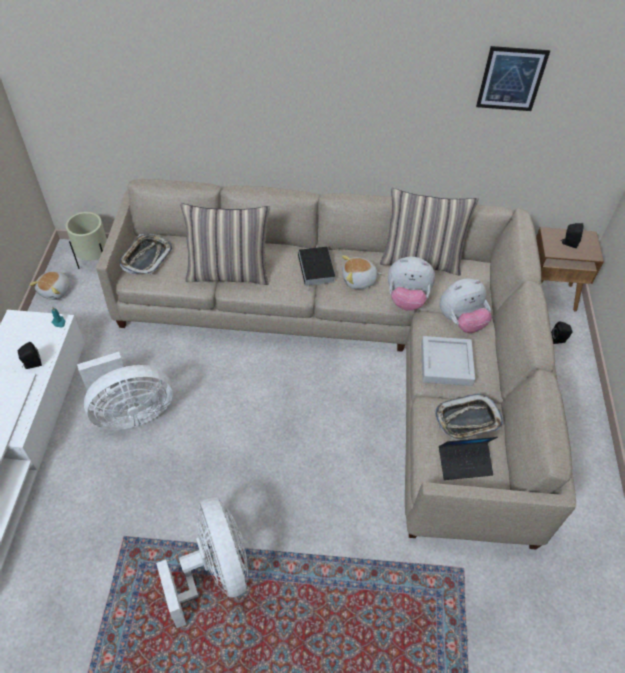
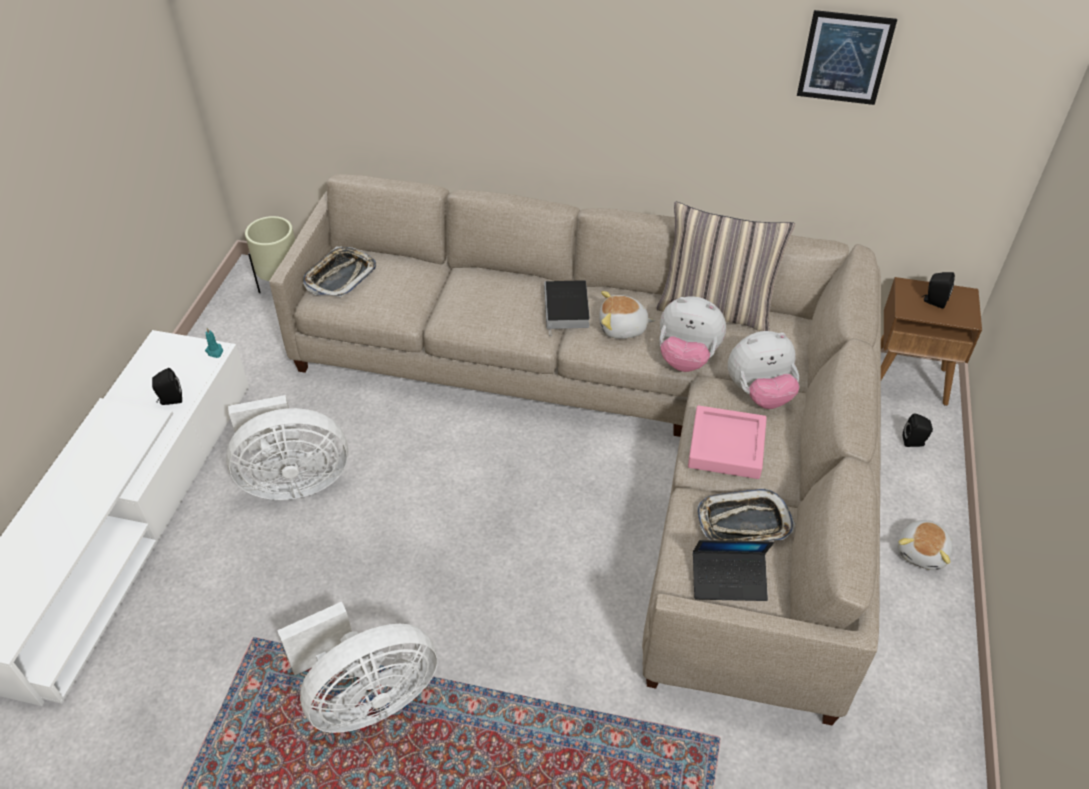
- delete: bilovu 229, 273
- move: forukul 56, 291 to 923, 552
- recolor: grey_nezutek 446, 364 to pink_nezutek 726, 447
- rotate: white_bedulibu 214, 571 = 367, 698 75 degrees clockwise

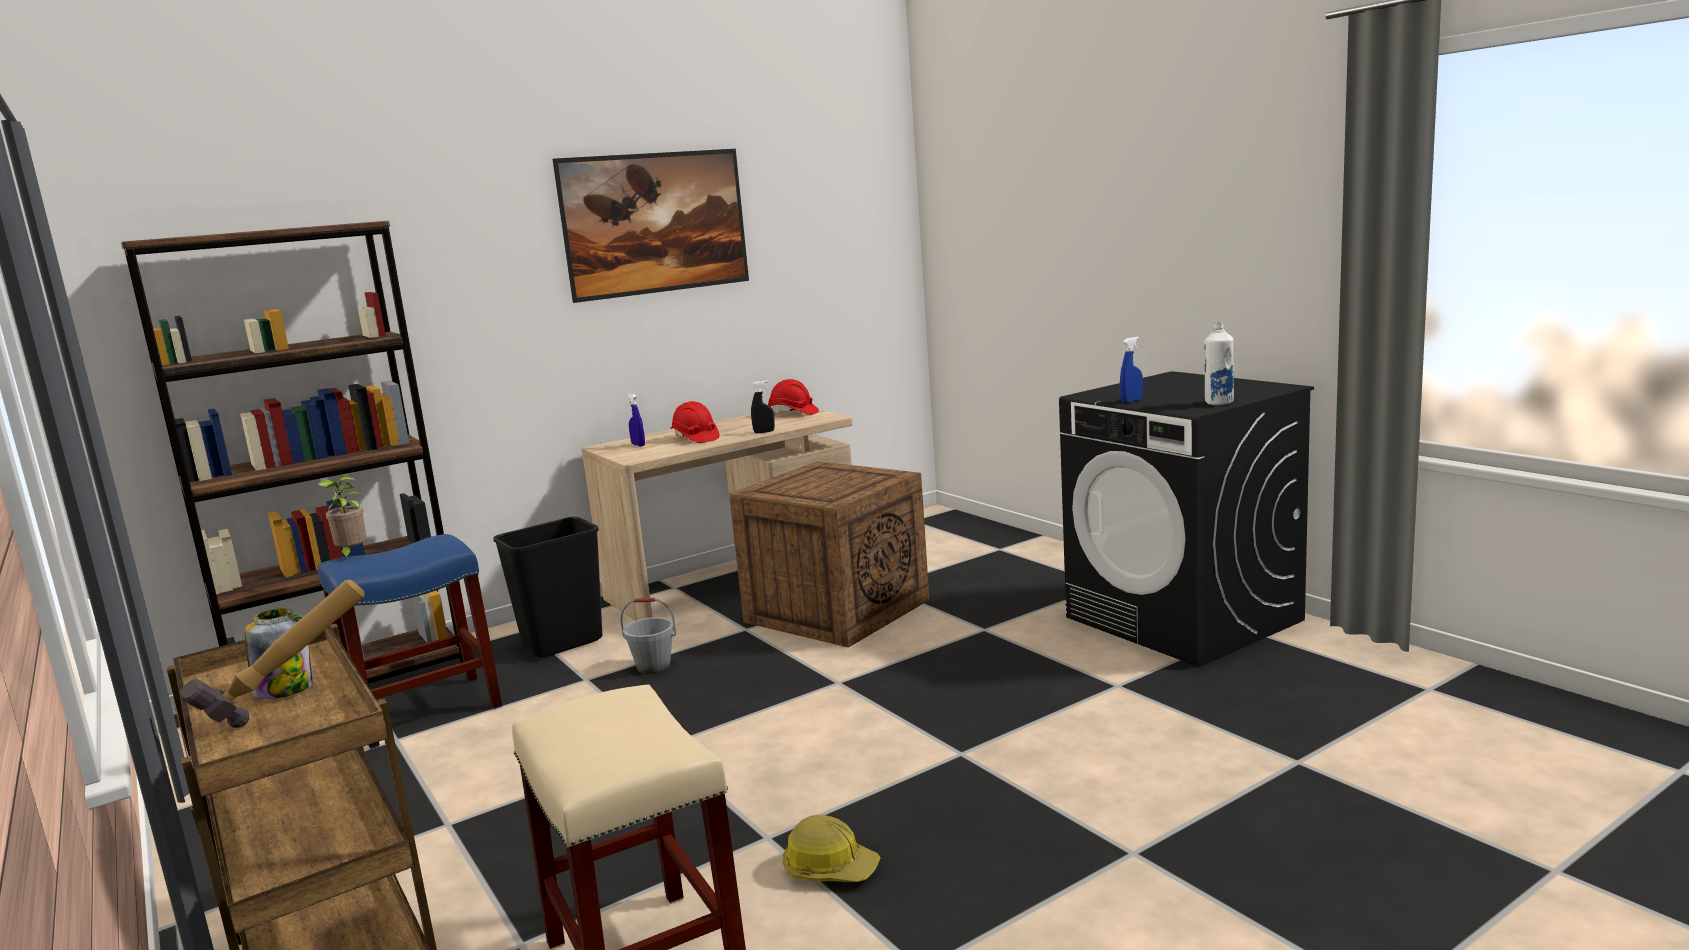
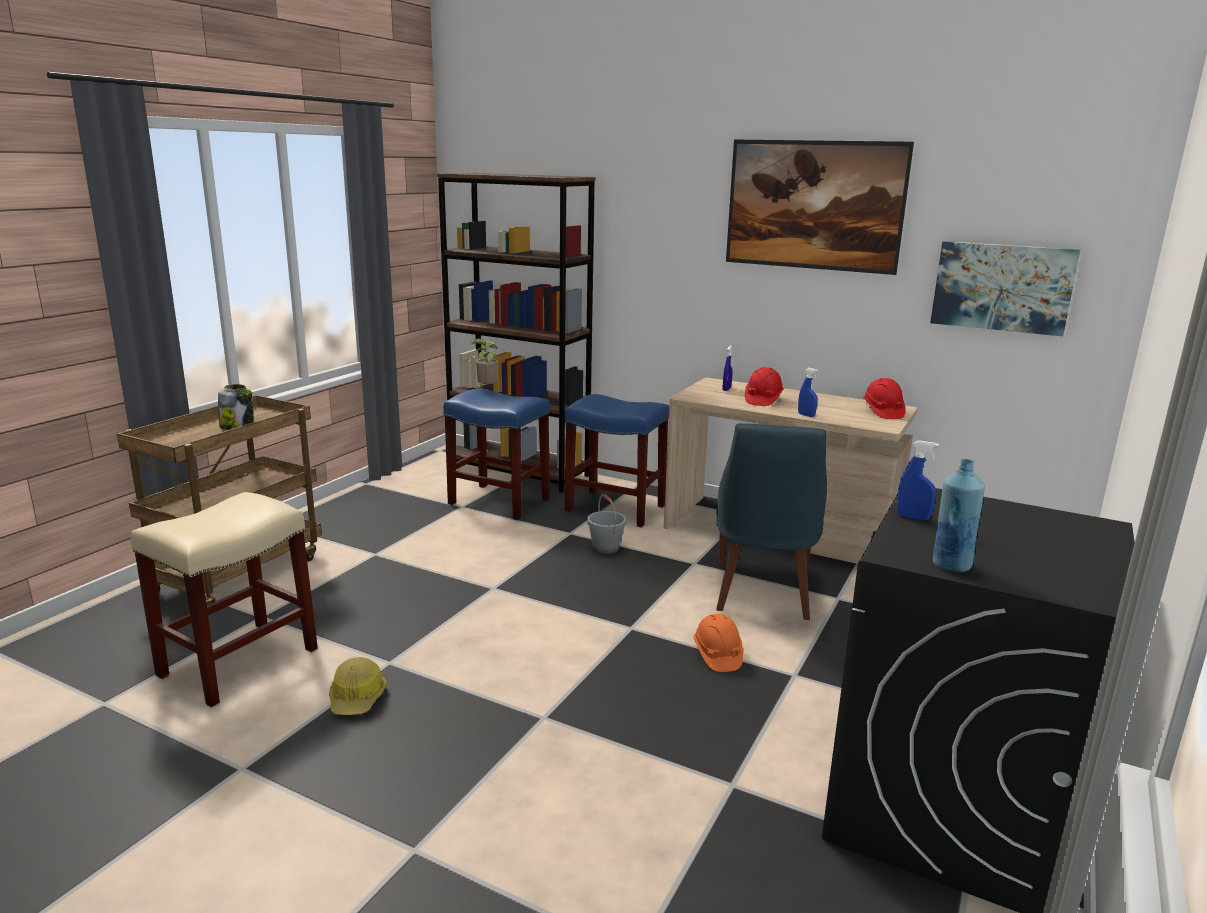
- recolor: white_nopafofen 1218, 403 to blue_nopafofen 950, 565
- recolor: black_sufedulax 764, 432 to blue_sufedulax 806, 415
- replace: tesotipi 837, 612 to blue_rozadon 762, 592
- replace: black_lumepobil 563, 643 to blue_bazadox 616, 508
- delete: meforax 293, 720
- insert: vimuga 1002, 287
- insert: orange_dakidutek 717, 655

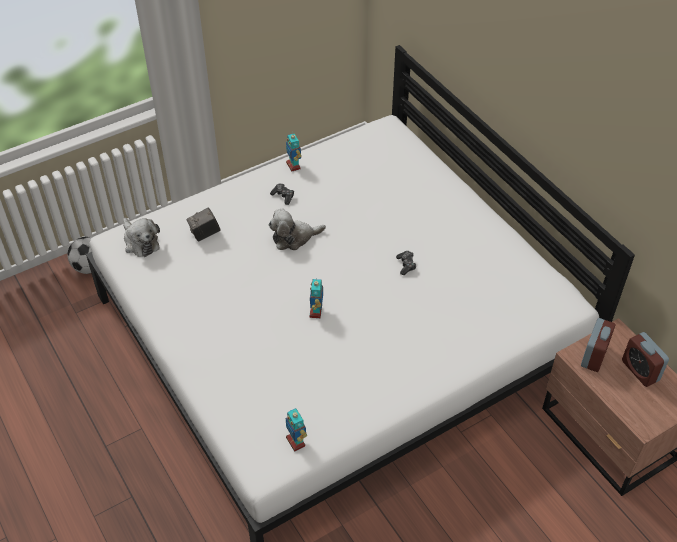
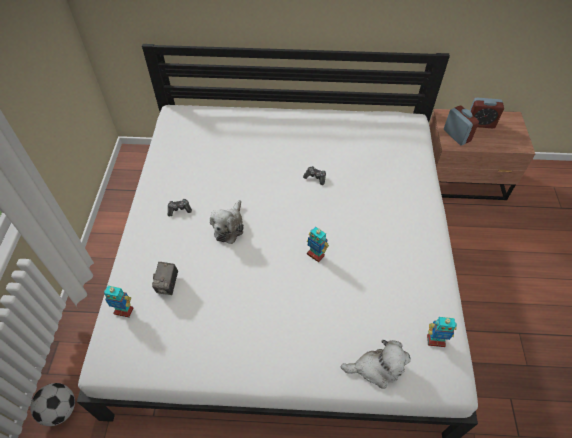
- move: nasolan 293, 165 to 124, 310
- move: forukul 140, 242 to 376, 368

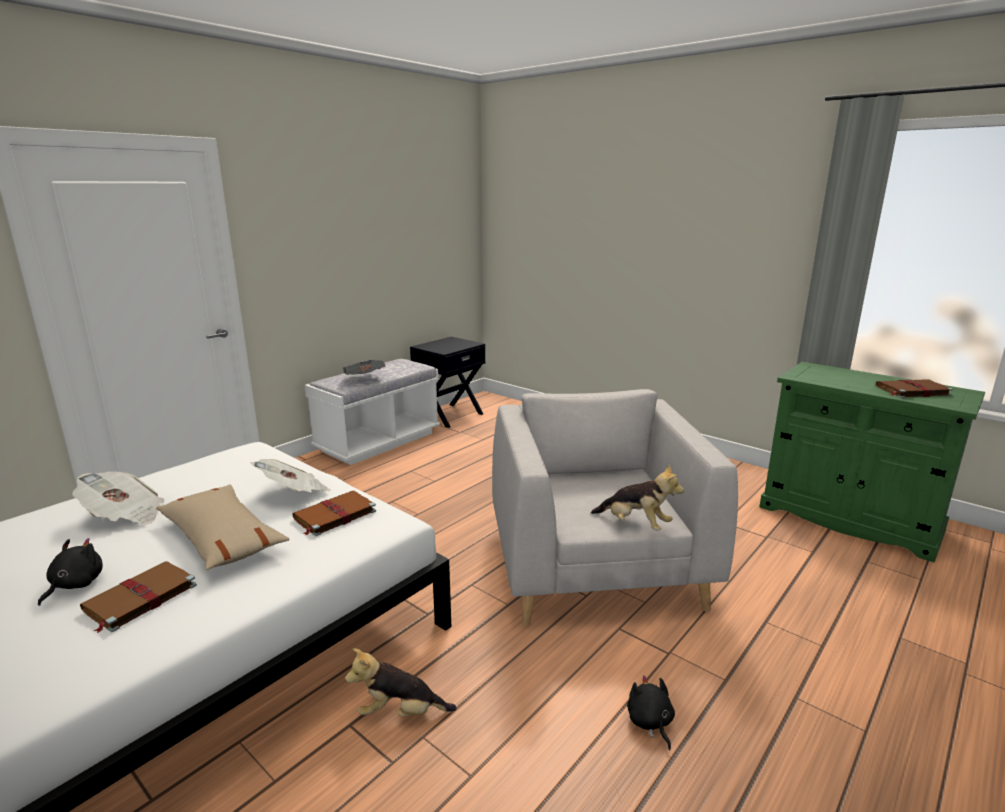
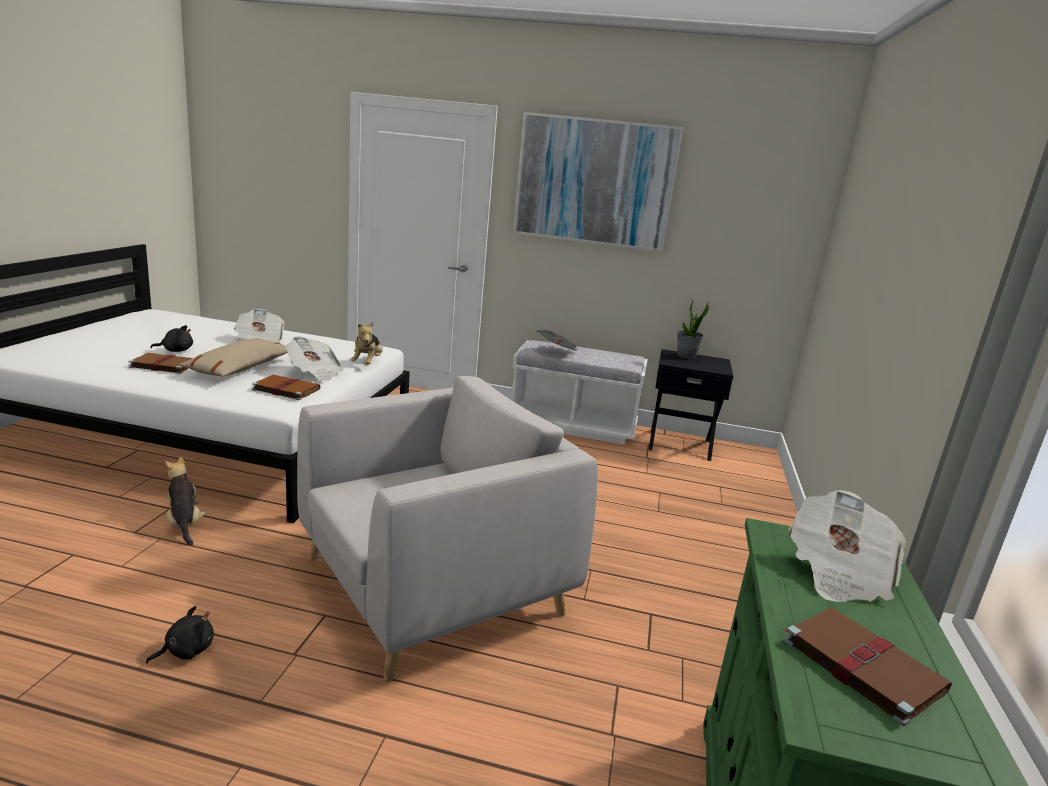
- move: forukul 635, 524 to 367, 363
- insert: vimuga 595, 182
- insert: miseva 686, 356
- insert: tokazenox 838, 573

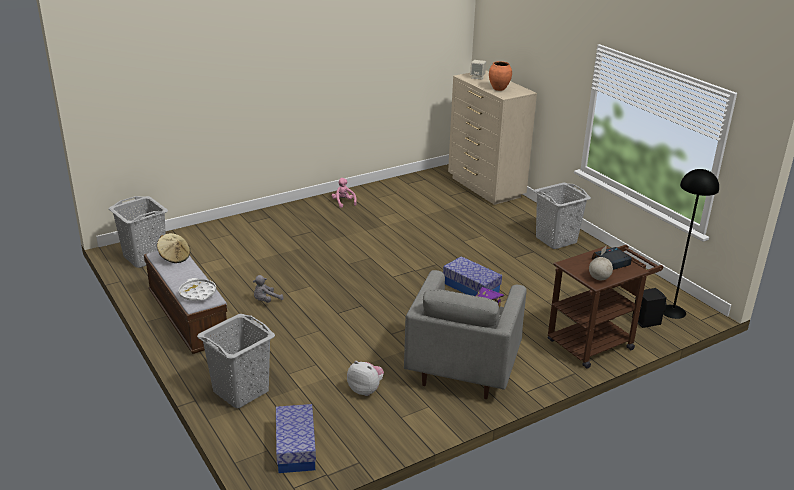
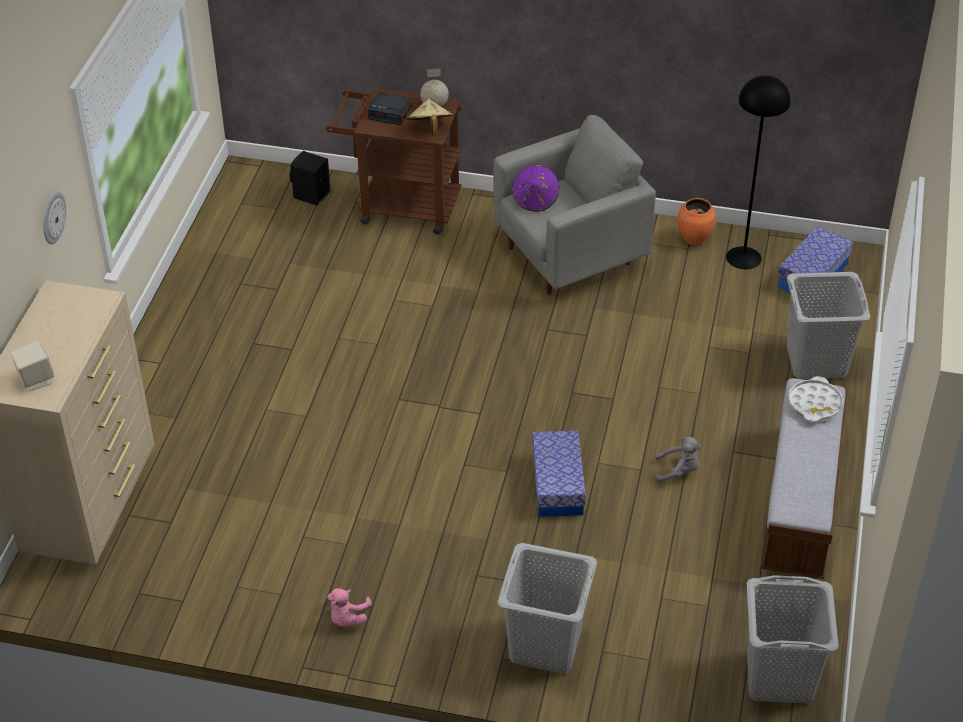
- move: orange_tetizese 499, 89 to 694, 239
- move: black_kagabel 673, 311 to 743, 257
- move: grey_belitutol 555, 240 to 545, 646
- move: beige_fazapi 174, 257 to 430, 129
- move: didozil 471, 287 to 557, 485
- delete: forukul 365, 390
- insert: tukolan 52, 217

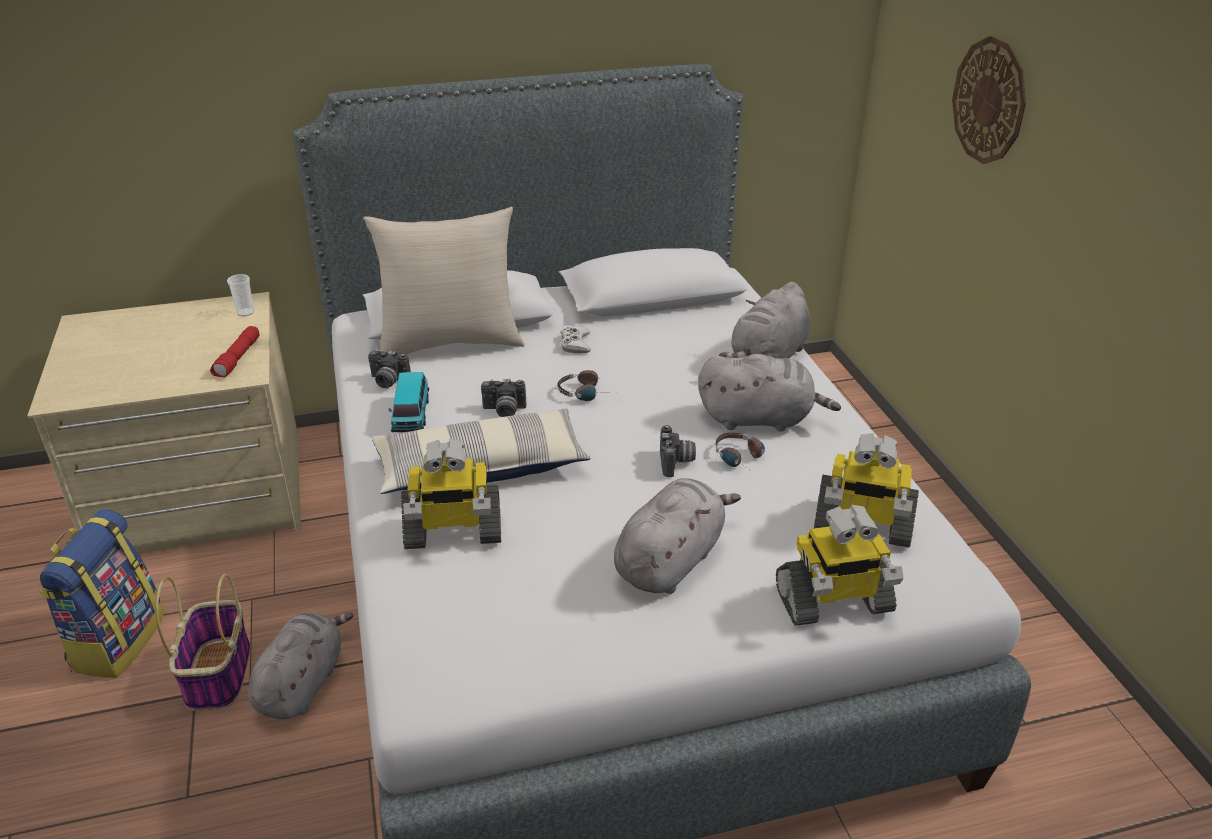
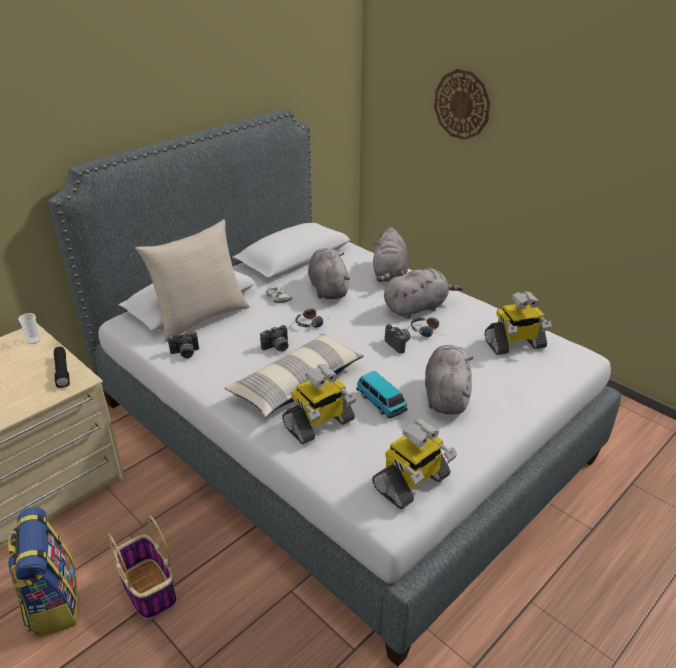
- recolor: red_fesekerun 238, 359 to black_fesekerun 63, 372
- move: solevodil 411, 415 to 381, 403
- move: nasolan 833, 602 to 412, 483
- move: grey_forukul 302, 684 to 328, 288

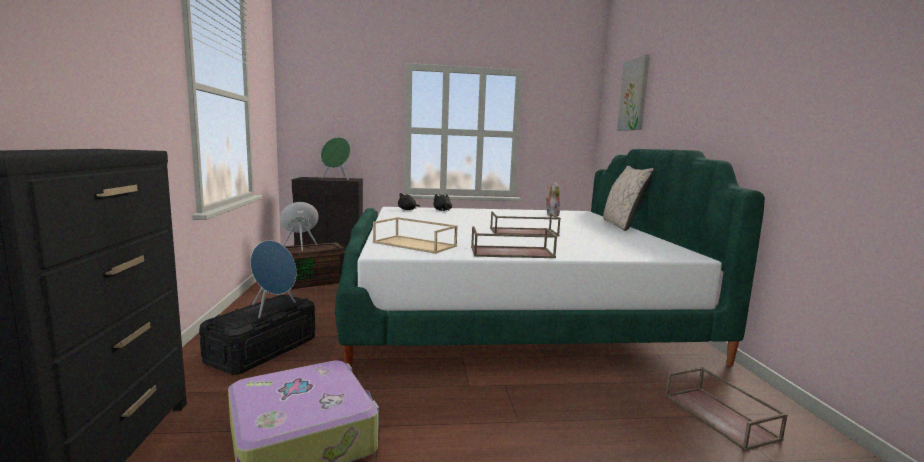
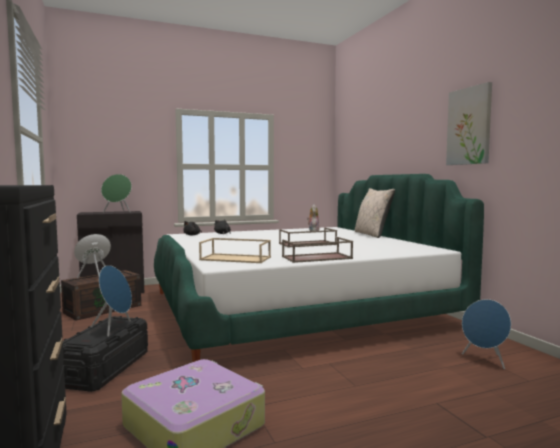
- move: vimuga 634, 95 to 469, 126
- replace: brown_nezutek 721, 417 to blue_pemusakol 485, 360

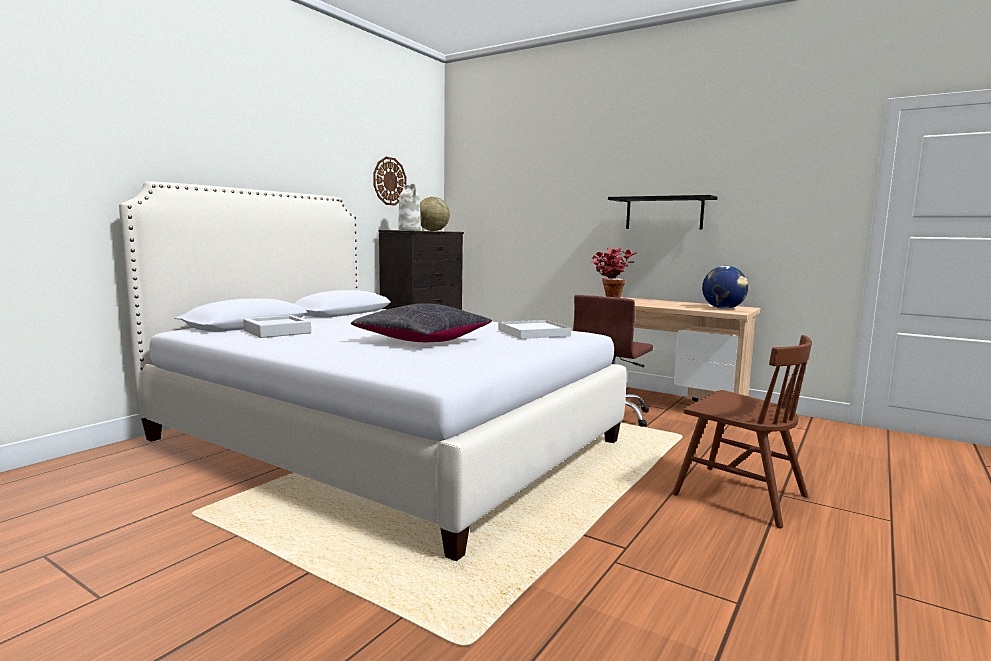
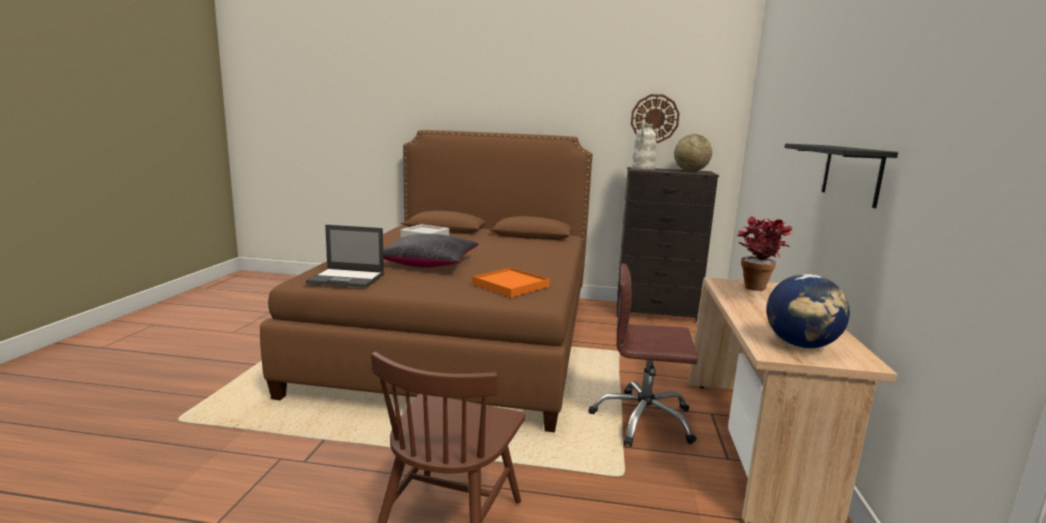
- recolor: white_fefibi 383, 440 to brown_fefibi 460, 338
- recolor: white_nezutek 533, 333 to orange_nezutek 510, 285
- insert: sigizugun 347, 278

